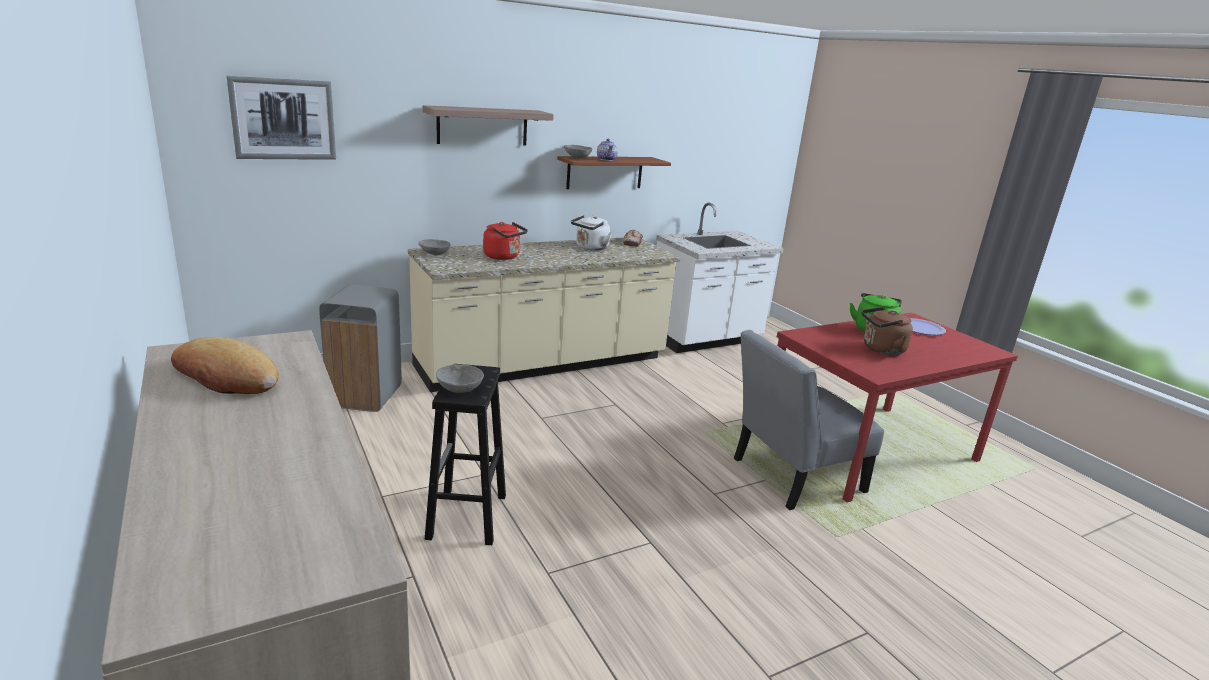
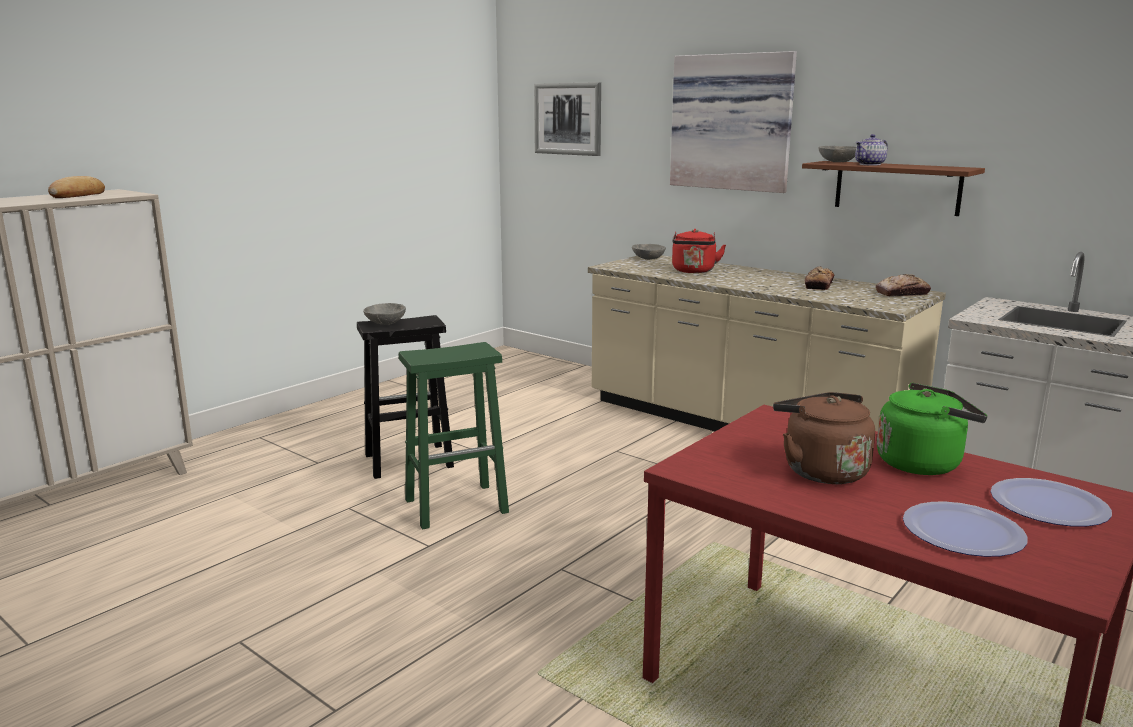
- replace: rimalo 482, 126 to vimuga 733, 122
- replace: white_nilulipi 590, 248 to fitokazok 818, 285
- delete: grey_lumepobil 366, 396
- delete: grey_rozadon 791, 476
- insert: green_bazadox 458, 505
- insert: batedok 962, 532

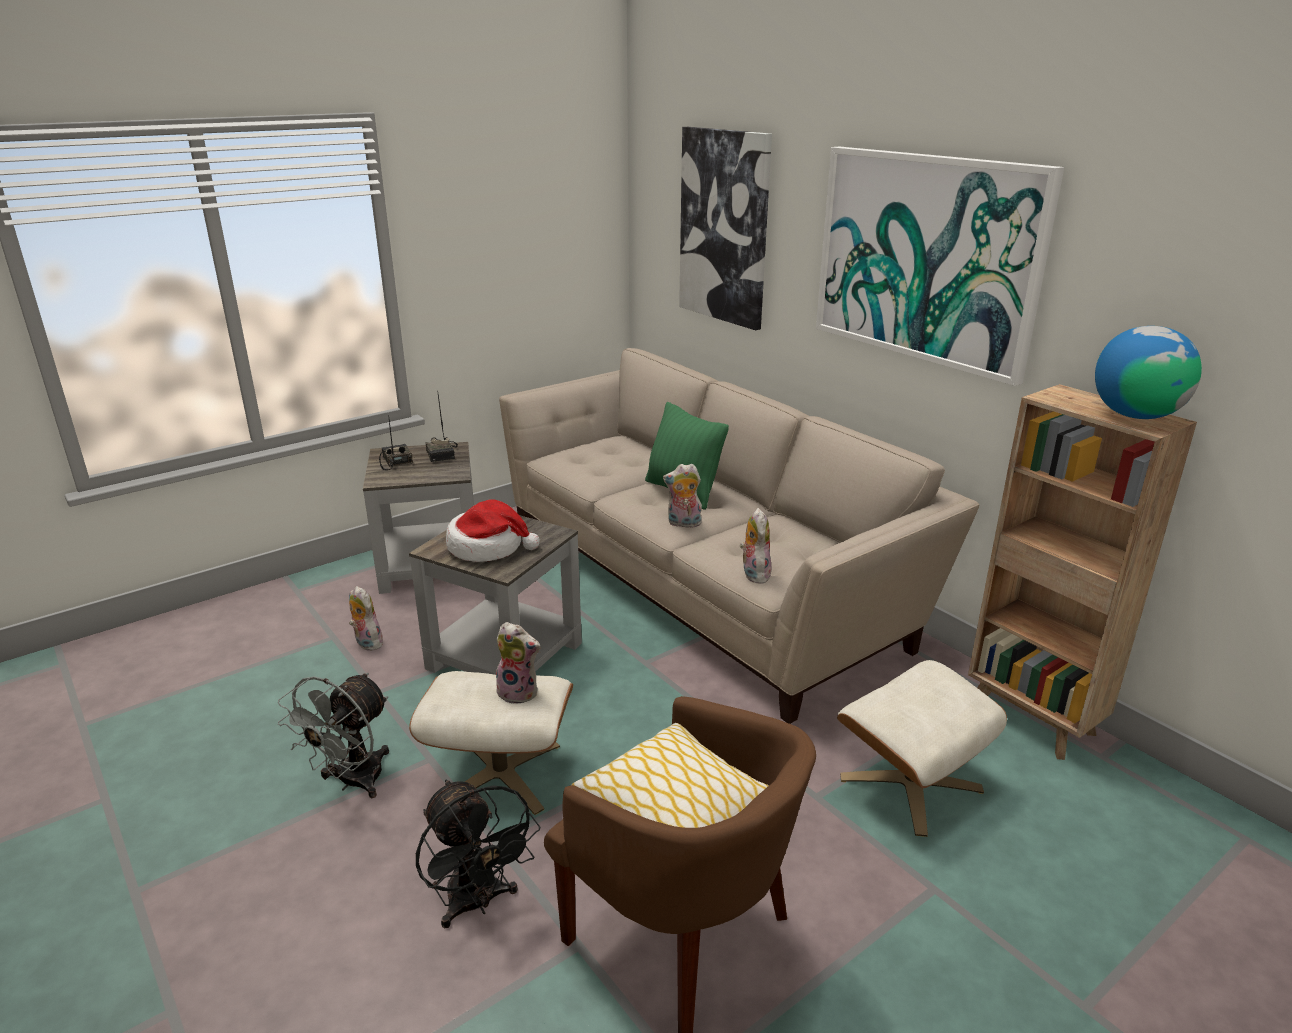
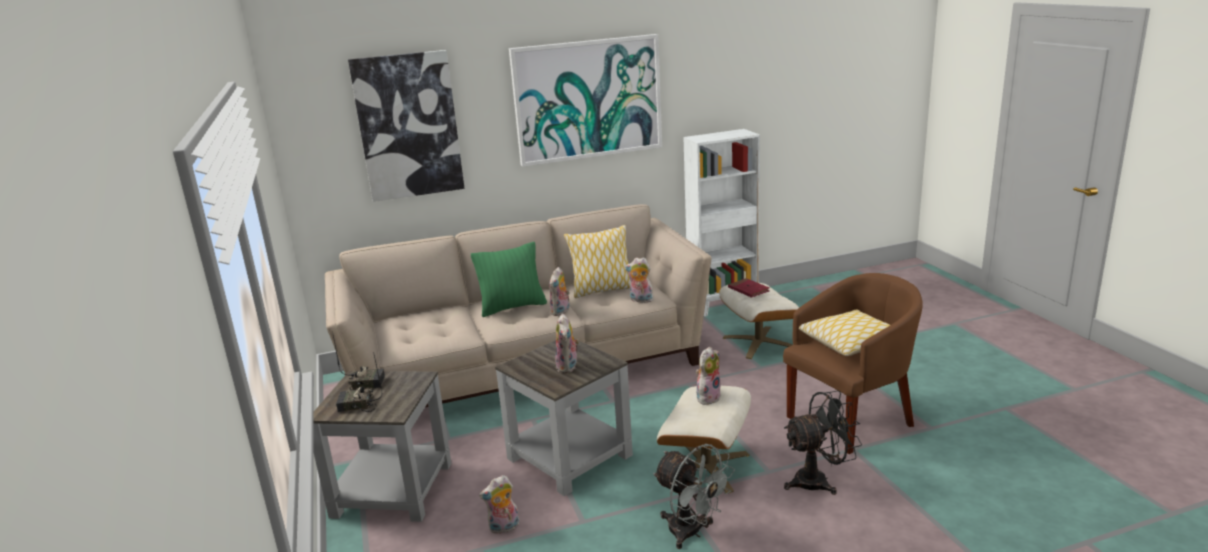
- delete: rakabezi 1135, 415
- recolor: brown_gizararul 1032, 720 to white_gizararul 723, 305
- replace: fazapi 488, 547 to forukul 568, 367
- insert: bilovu 602, 290
- insert: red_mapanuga 748, 290

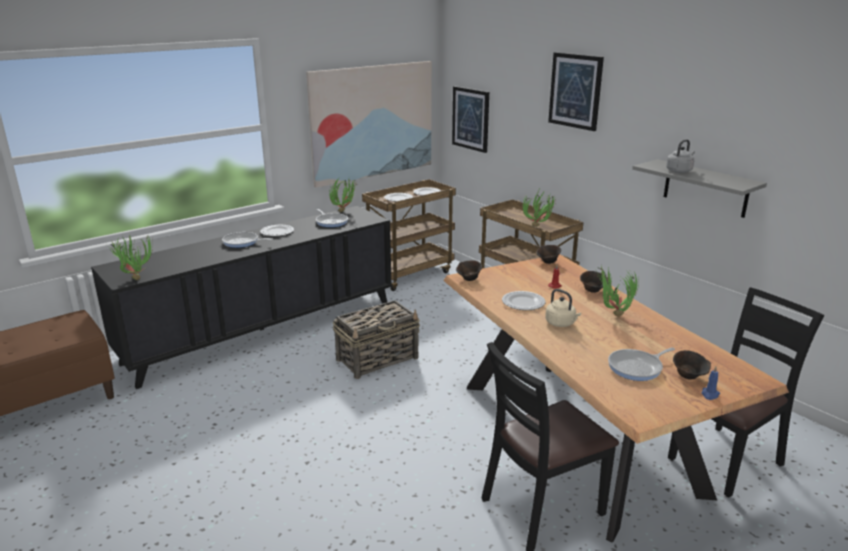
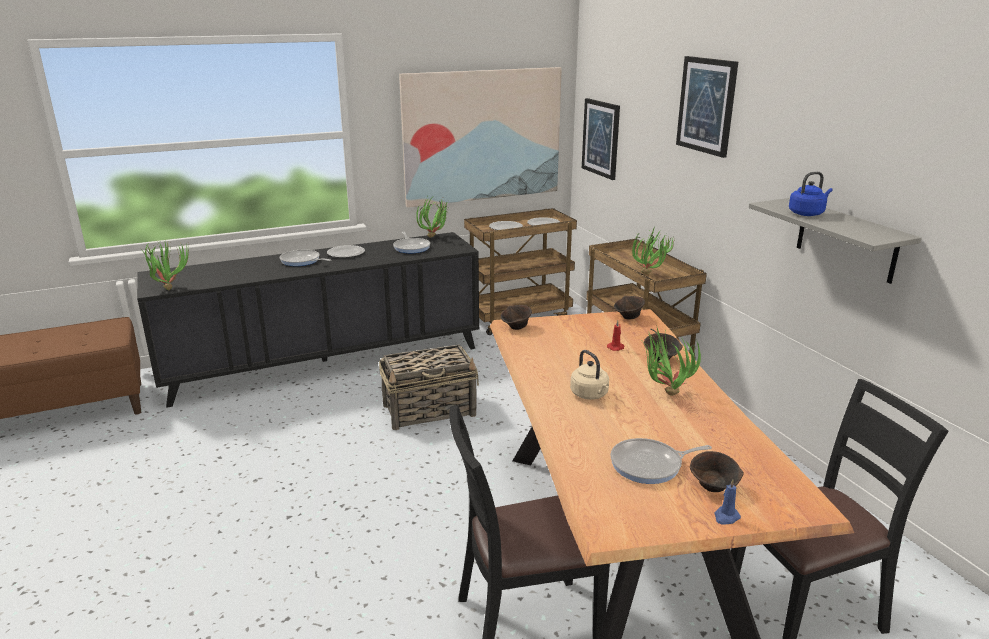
- recolor: grey_nilulipi 679, 171 to blue_nilulipi 807, 213
- delete: batedok 524, 303

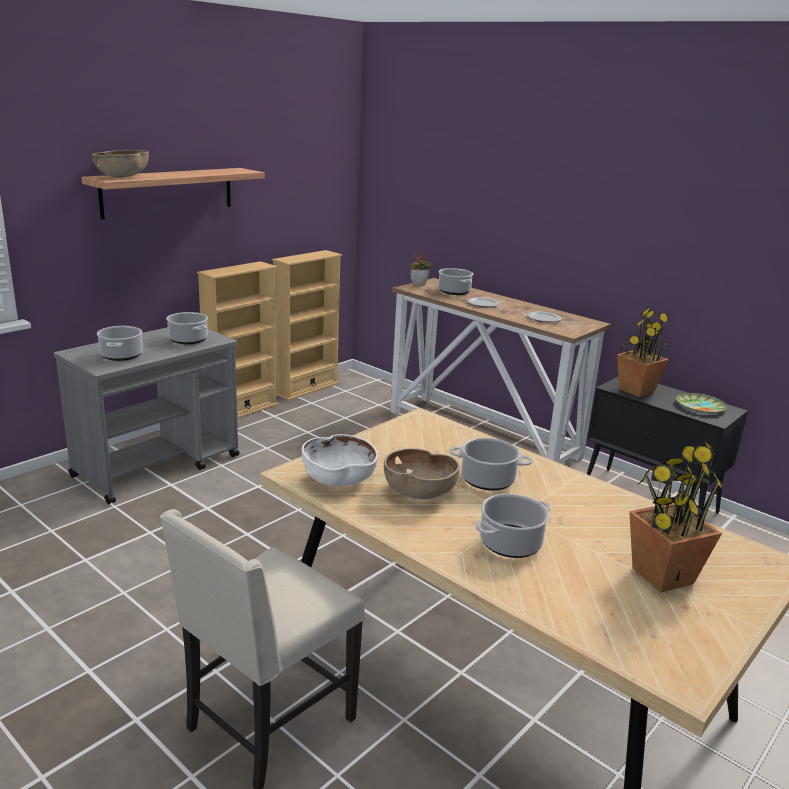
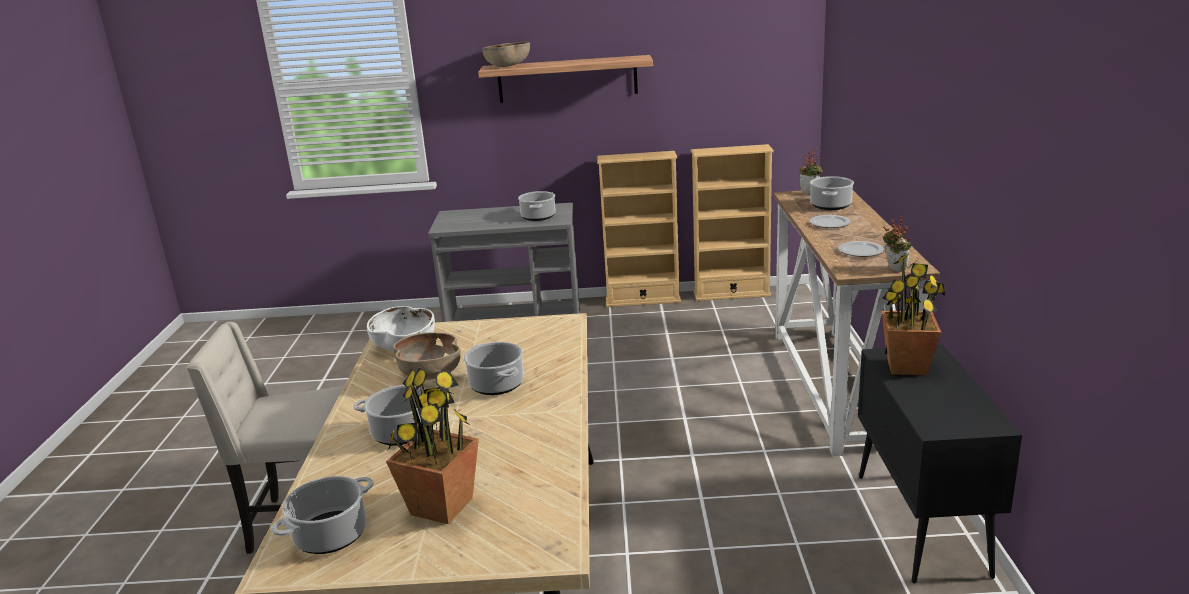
- move: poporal 121, 356 to 330, 536
- delete: batedok 699, 406
- insert: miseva 893, 269

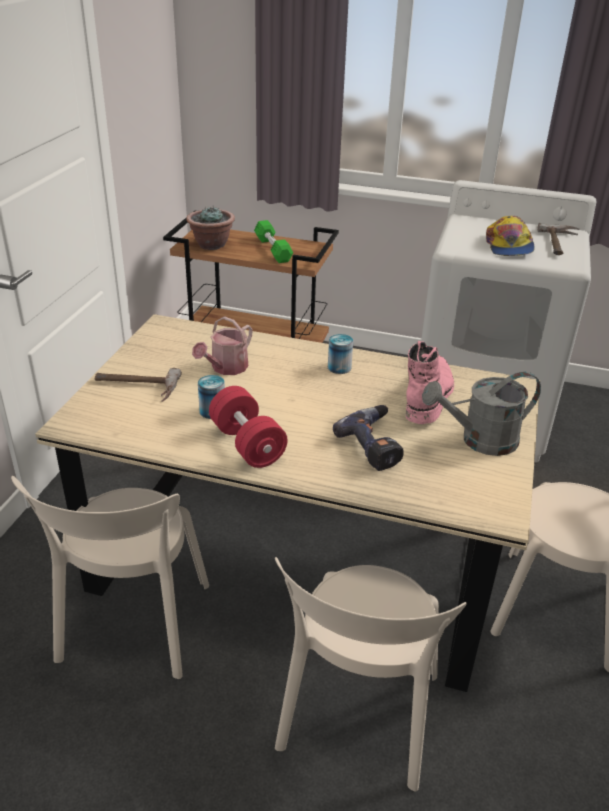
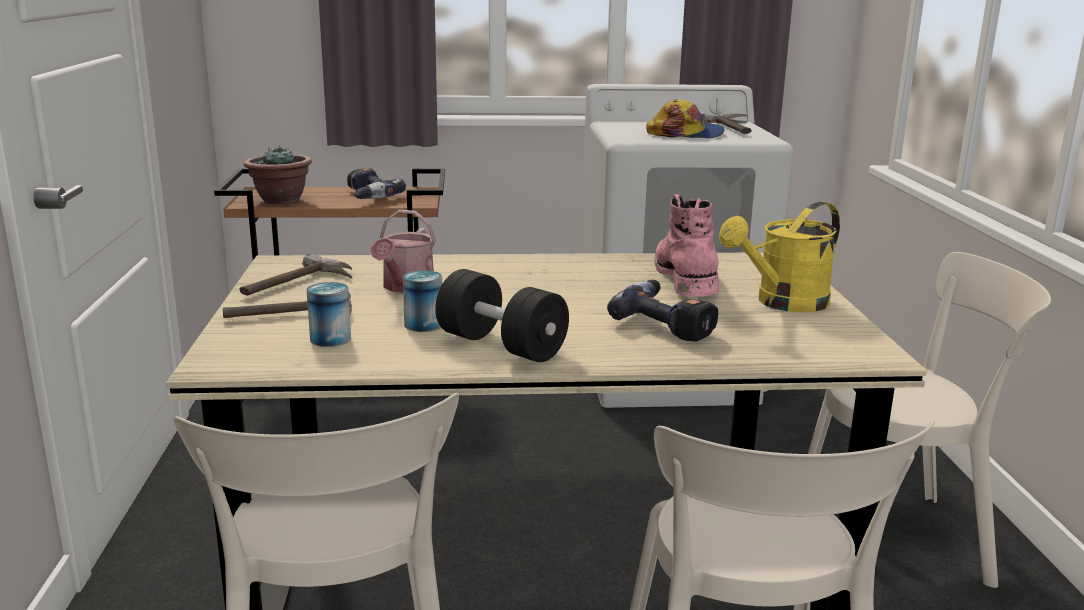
- rotate: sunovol 509, 246 = 686, 134 60 degrees counterclockwise
- replace: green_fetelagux 272, 249 to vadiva 367, 197
- move: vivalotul 339, 367 to 330, 339
- recolor: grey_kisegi 479, 441 to yellow_kisegi 783, 303
- recolor: red_fetelagux 247, 444 to black_fetelagux 501, 345
- insert: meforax 297, 285

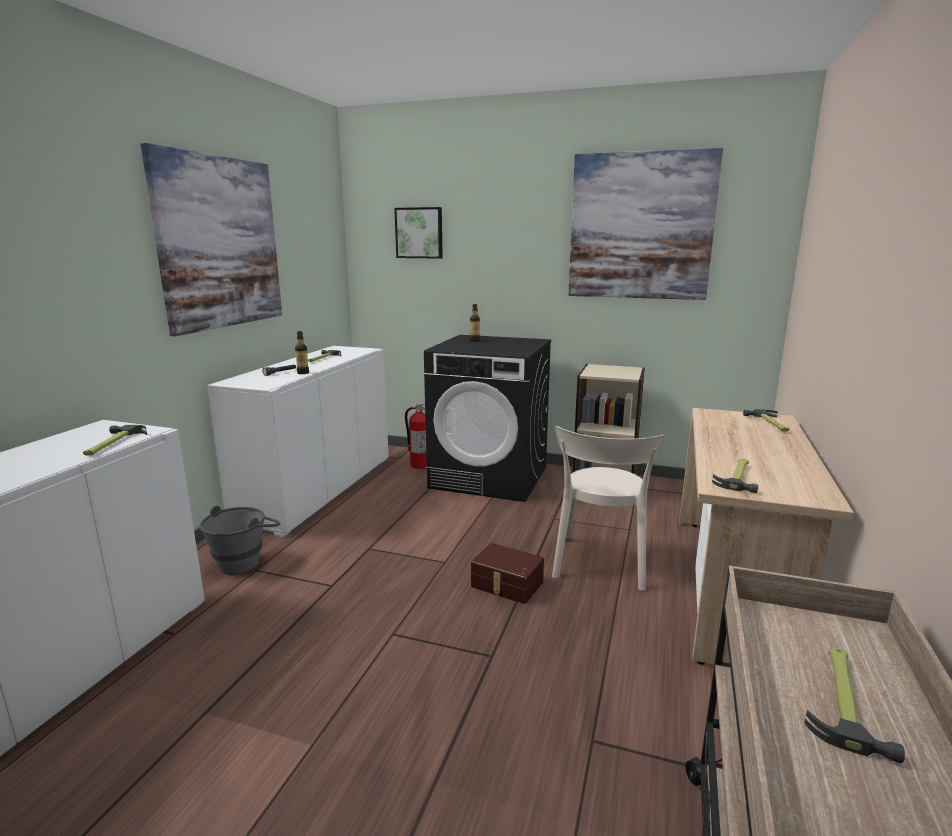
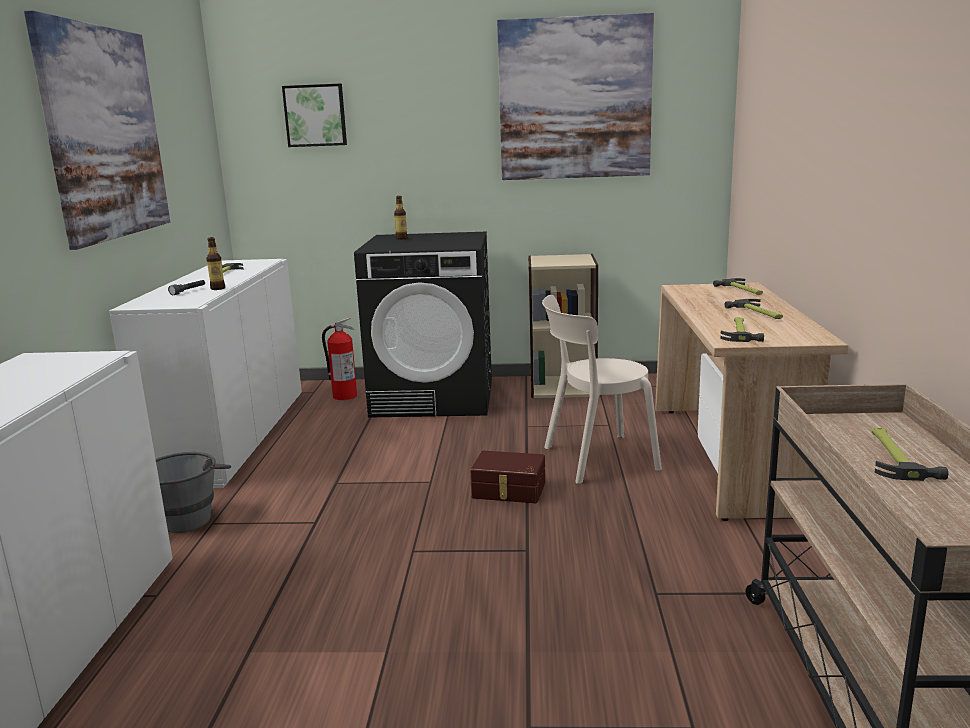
- move: meforax 112, 444 to 758, 313
- rotate: beige_rozadon 600, 565 = 595, 459 75 degrees clockwise

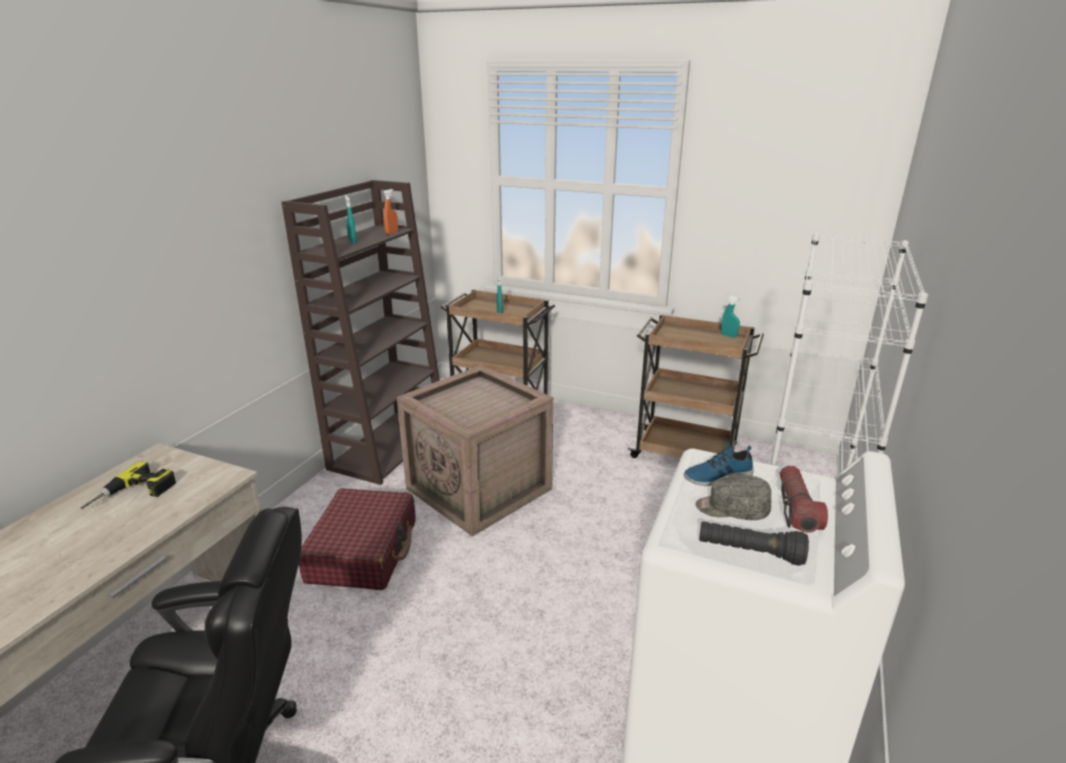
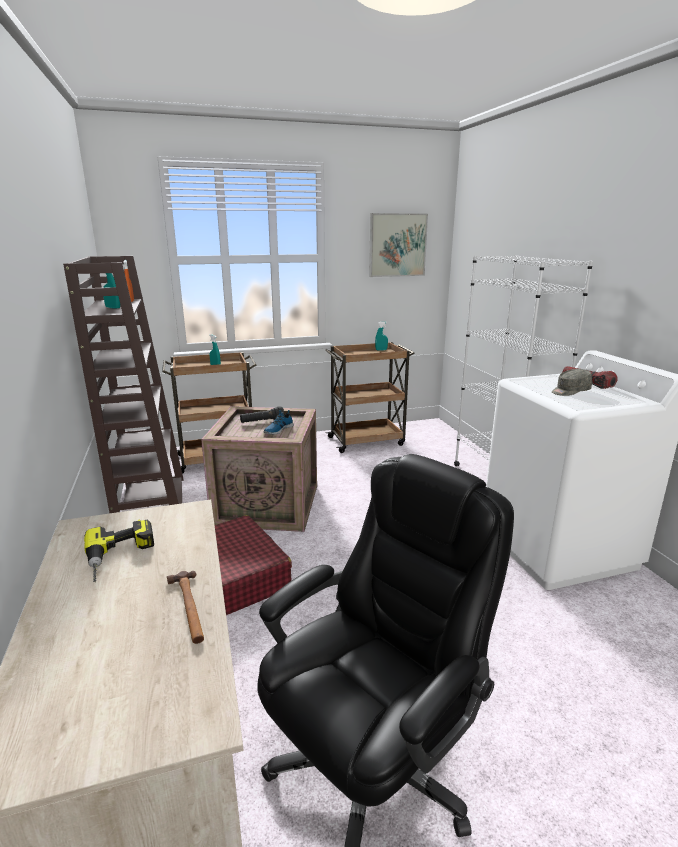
- move: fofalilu 717, 476 to 278, 429
- move: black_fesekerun 749, 552 to 262, 422
- insert: vimuga 397, 245
- insert: meforax 188, 608

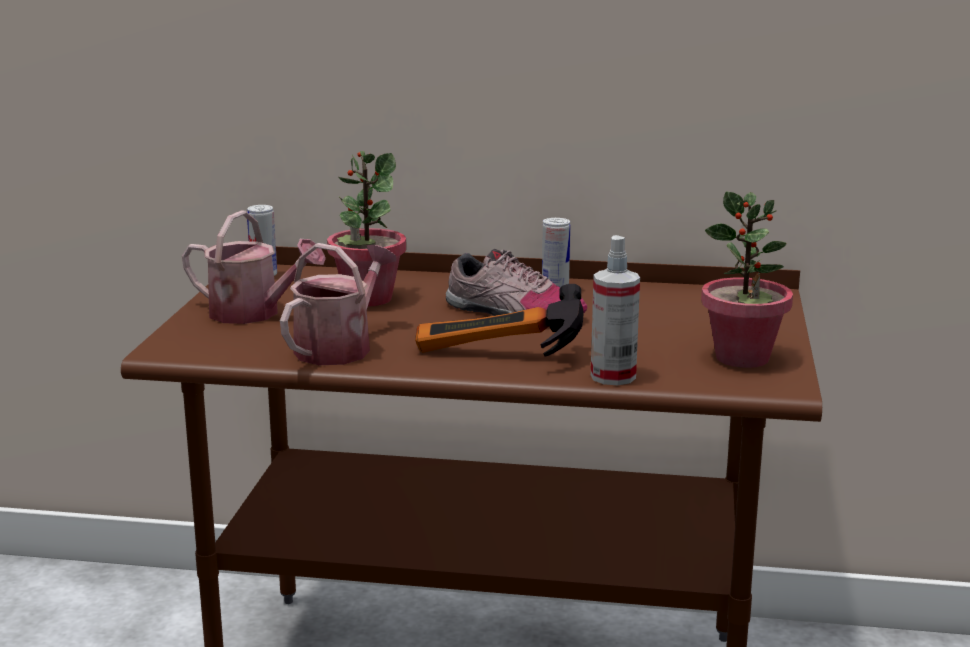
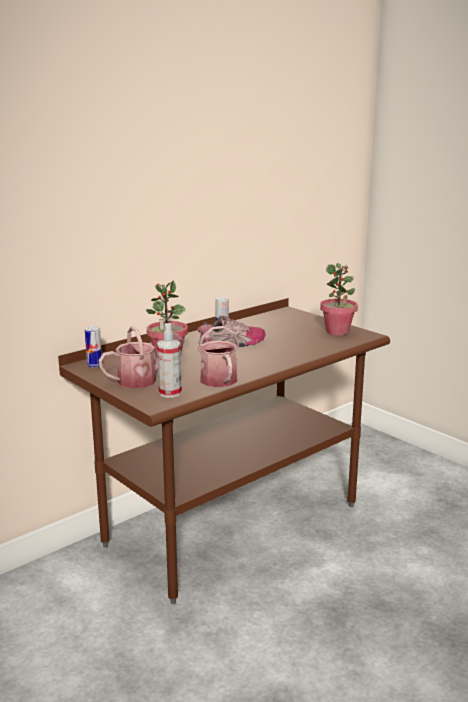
- move: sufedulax 613, 376 to 170, 393
- delete: meforax 498, 358

